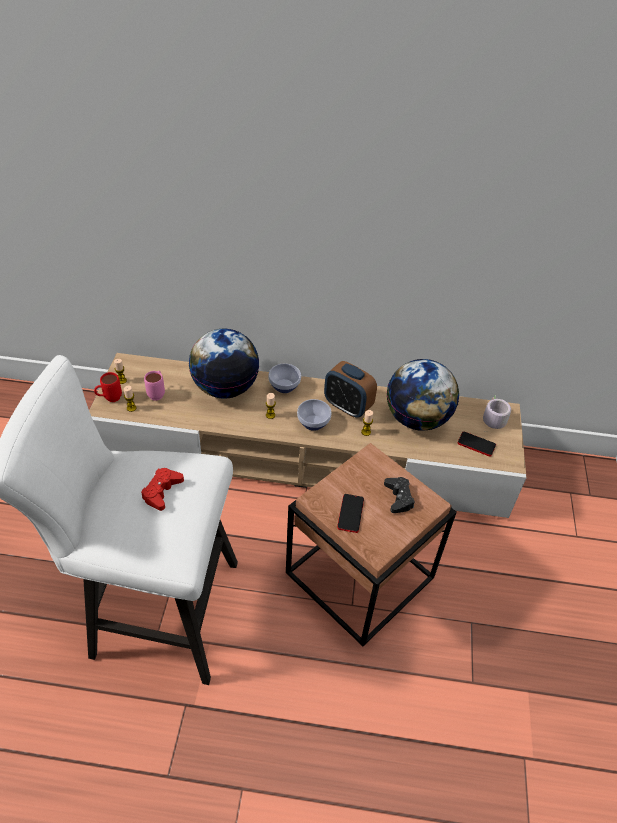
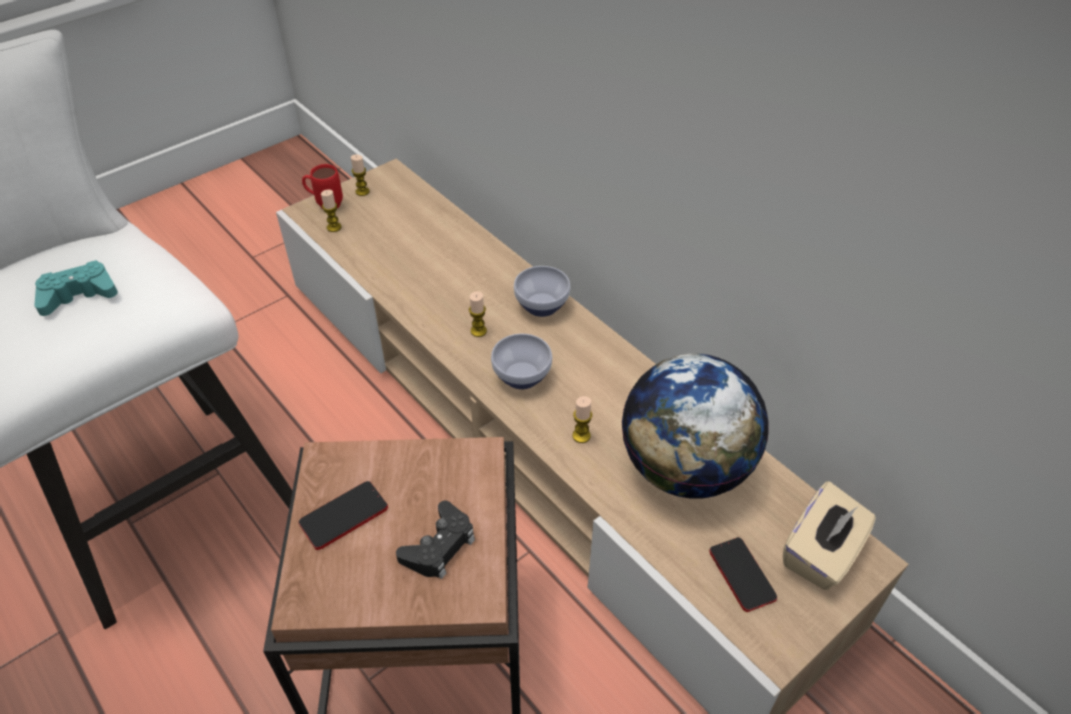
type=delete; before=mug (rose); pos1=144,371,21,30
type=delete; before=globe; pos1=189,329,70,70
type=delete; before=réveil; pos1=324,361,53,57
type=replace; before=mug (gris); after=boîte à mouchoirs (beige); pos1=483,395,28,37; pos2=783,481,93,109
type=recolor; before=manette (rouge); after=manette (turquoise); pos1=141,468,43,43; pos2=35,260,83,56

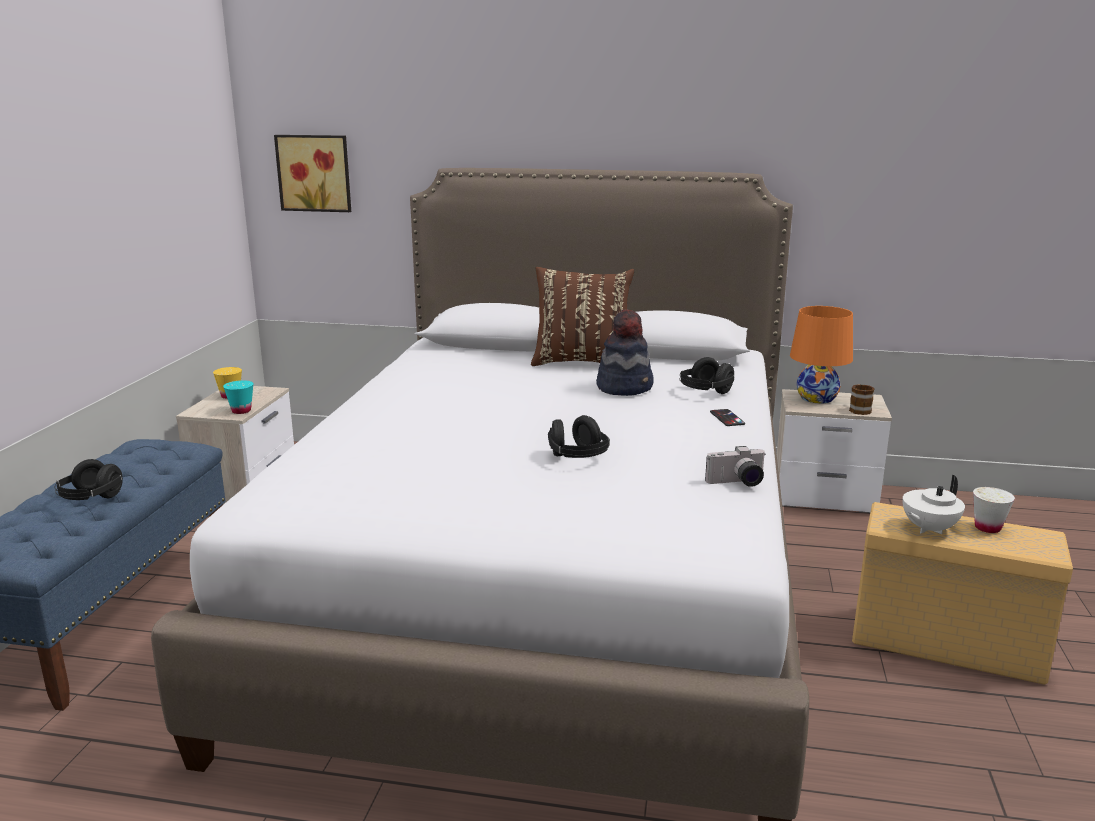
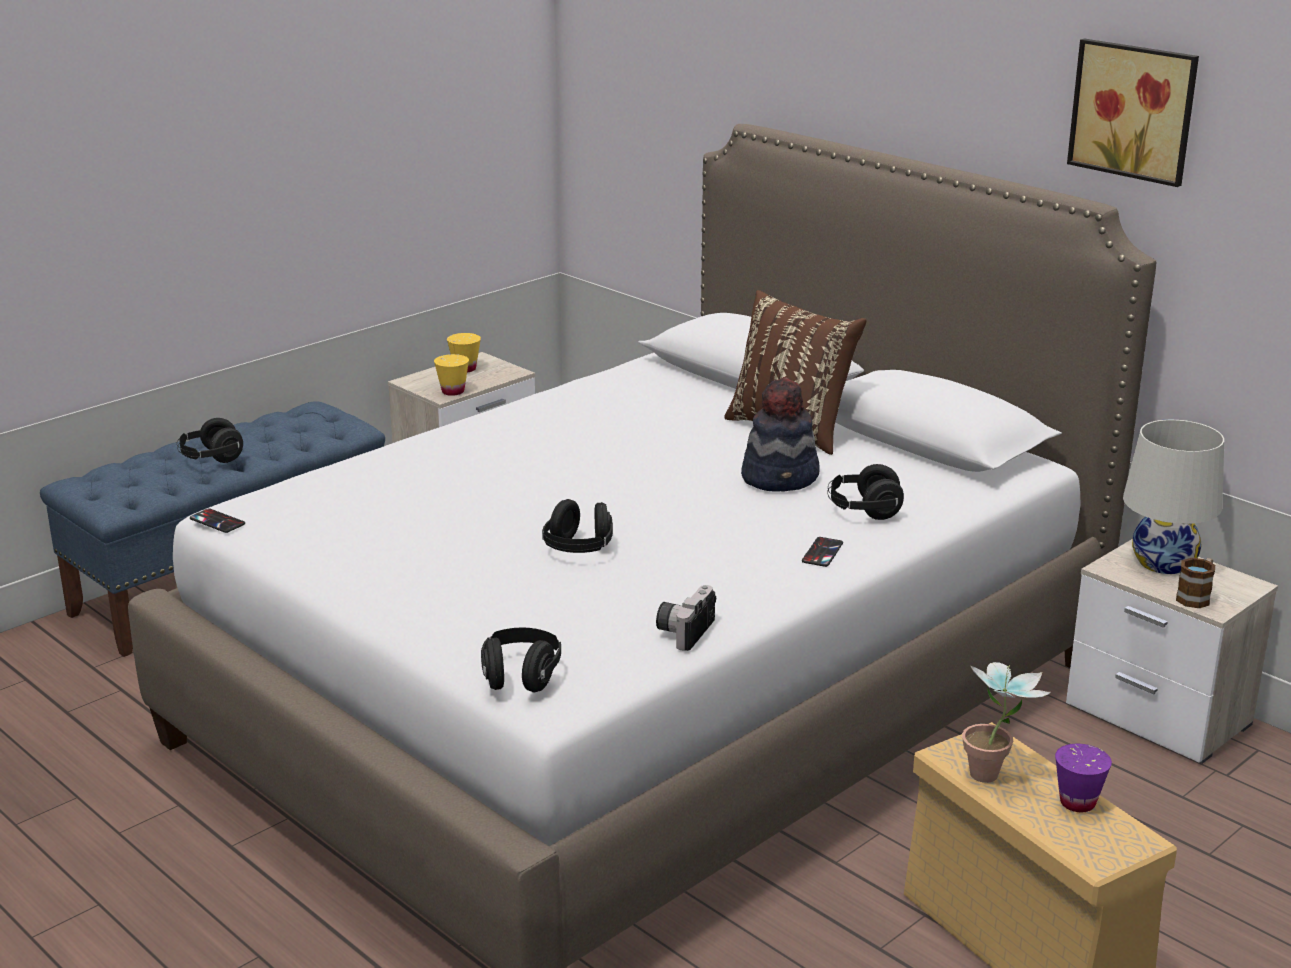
type=insert; after=téléphone; pos2=190,508,55,25
type=insert; after=casque audio (noir); pos2=481,628,80,65
type=move; before=tableau; pos1=274,135,77,77; pos2=1067,39,132,148
type=replace; before=théière (blanc); after=plante en pot; pos1=902,475,63,59; pos2=962,662,89,121
type=recolor; before=tasse (turquoise); after=tasse (jaune); pos1=223,380,31,34; pos2=434,354,35,42
type=recolor; before=lampe de table (orange); after=lampe de table (blanc); pos1=790,306,63,97; pos2=1123,420,101,154
type=recolor; before=tasse (blanc); after=tasse (violet); pos1=973,487,42,46; pos2=1055,744,57,68
type=rotate; before=appareil photo; pos1=705,446,61,41; pos2=656,585,60,66; turn=90

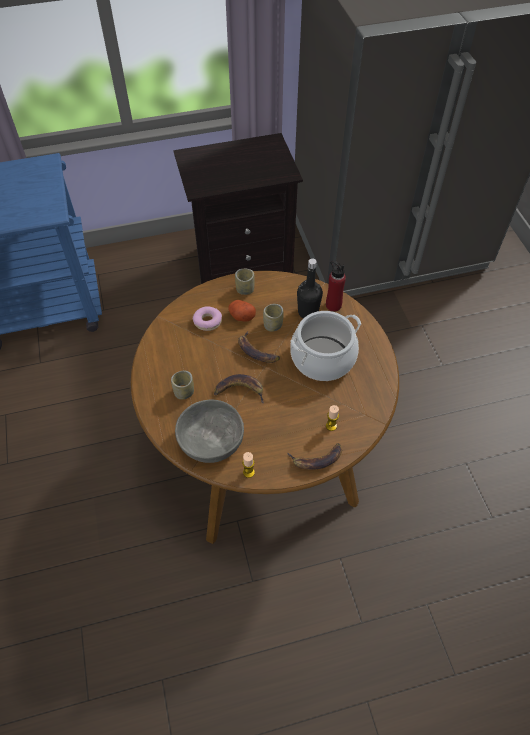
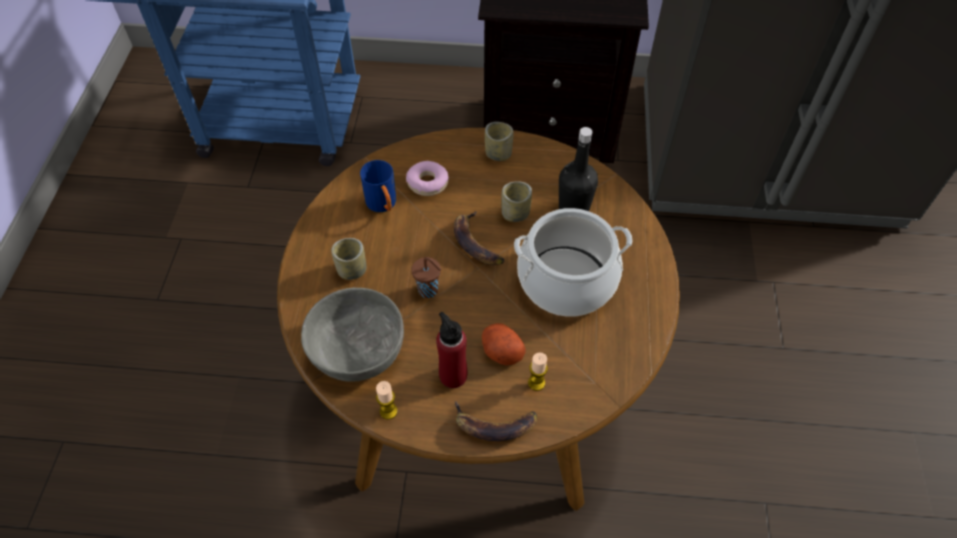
type=insert; after=mug (bleu); pos2=360,160,36,52
type=move; before=pomme de terre; pos1=228,300,28,22; pos2=482,323,44,43
type=move; before=bouteille (rouge); pos1=326,261,20,51; pos2=436,312,31,76
type=replace; before=banane; after=tasse (marron); pos1=214,374,50,30; pos2=411,257,30,41

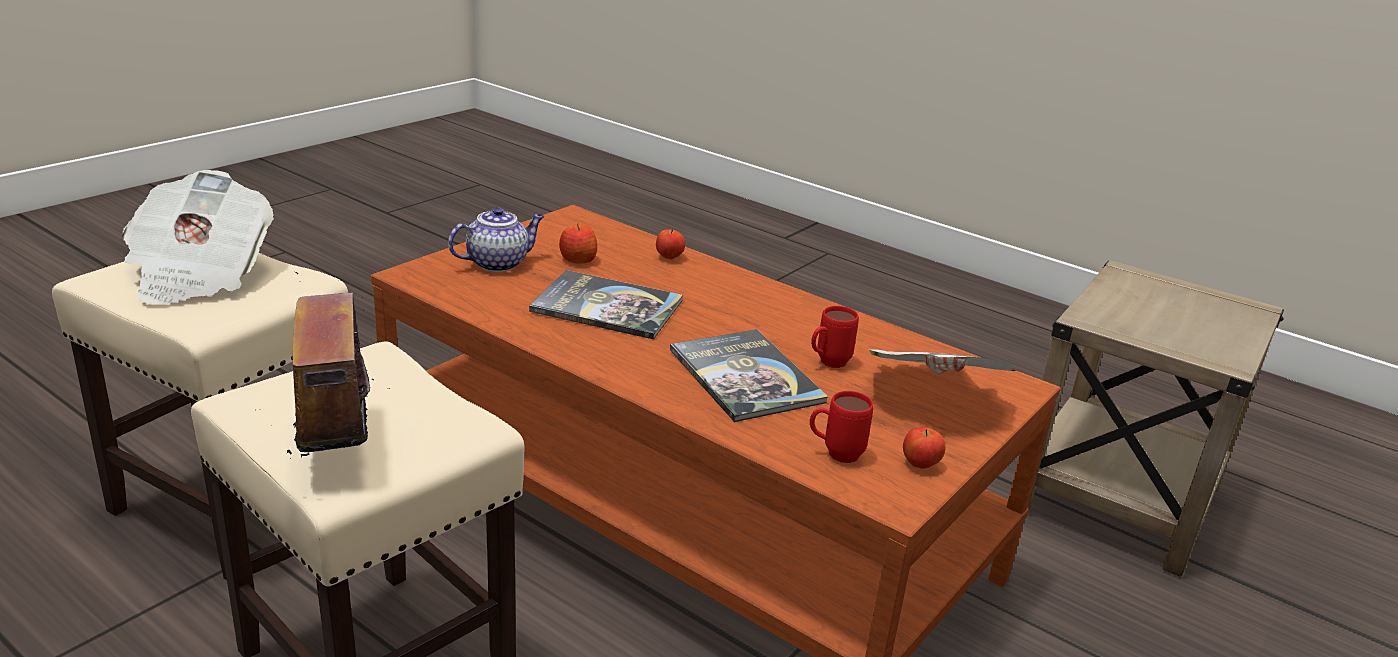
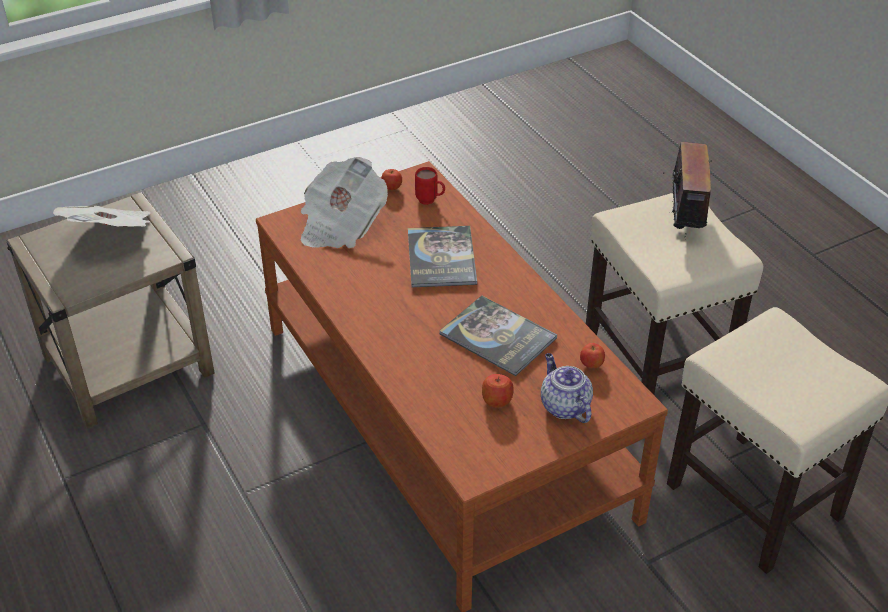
type=delete; before=mug (rouge); pos1=811,306,48,62
type=move; before=journal; pos1=122,170,152,135; pos2=53,206,98,21
type=move; before=pomme; pos1=656,229,29,30; pos2=580,343,25,25
type=rotate; before=théière; pos1=448,207,96,65; pos2=541,353,52,70; turn=75

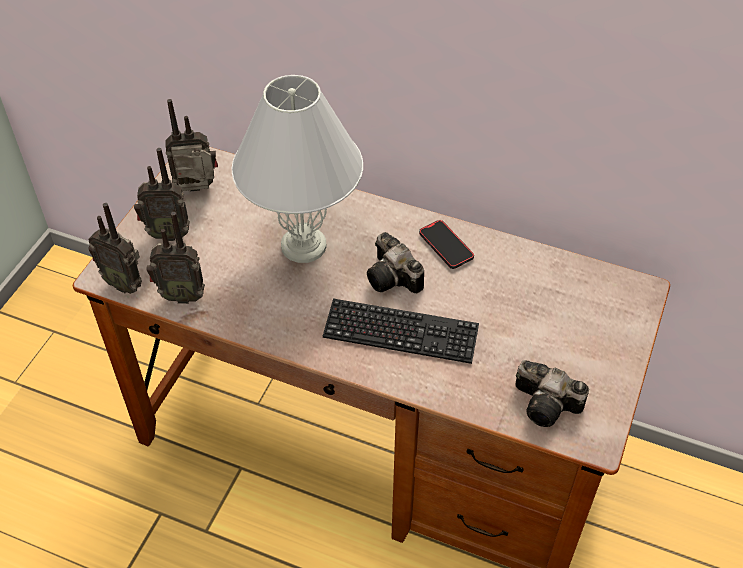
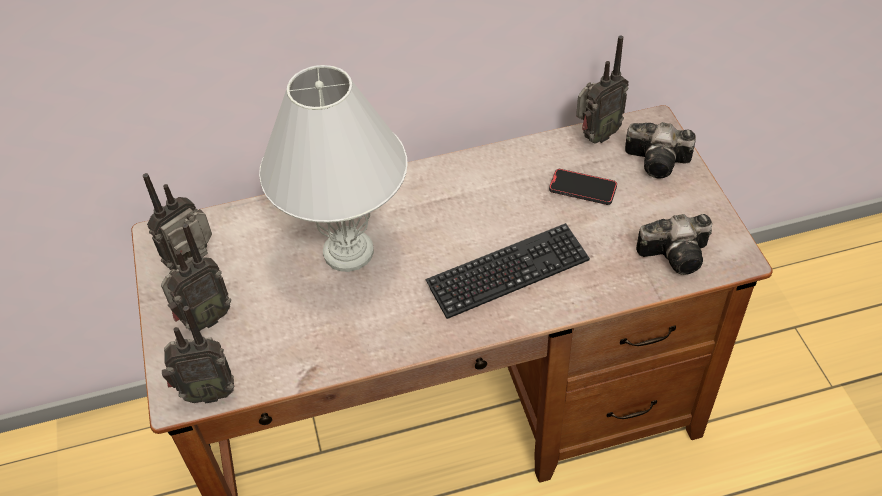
type=move; before=radio; pos1=147,212,58,92; pos2=576,36,53,108
type=move; before=appareil photo; pos1=367,232,57,62; pos2=625,122,71,57
type=move; before=téléphone; pos1=419,220,55,49; pos2=549,169,68,36

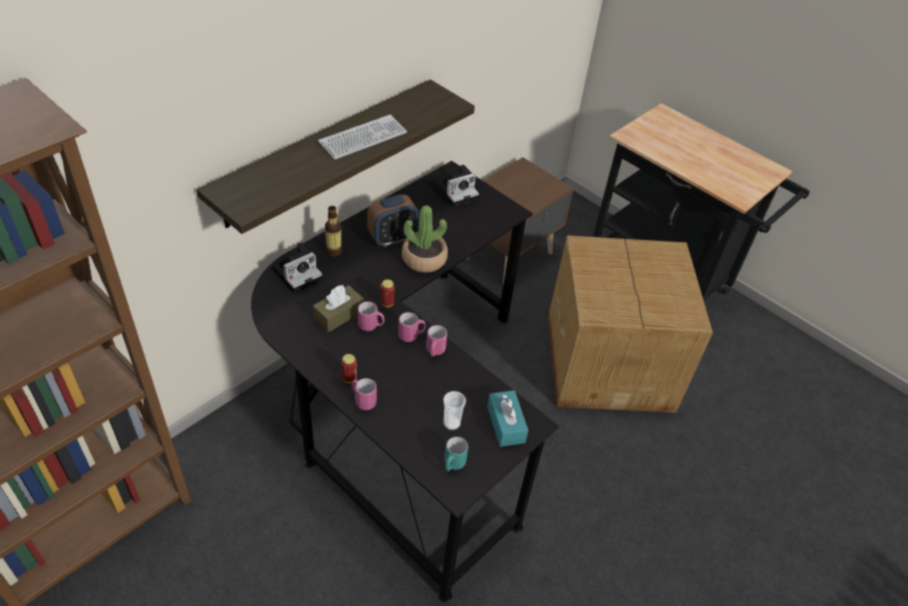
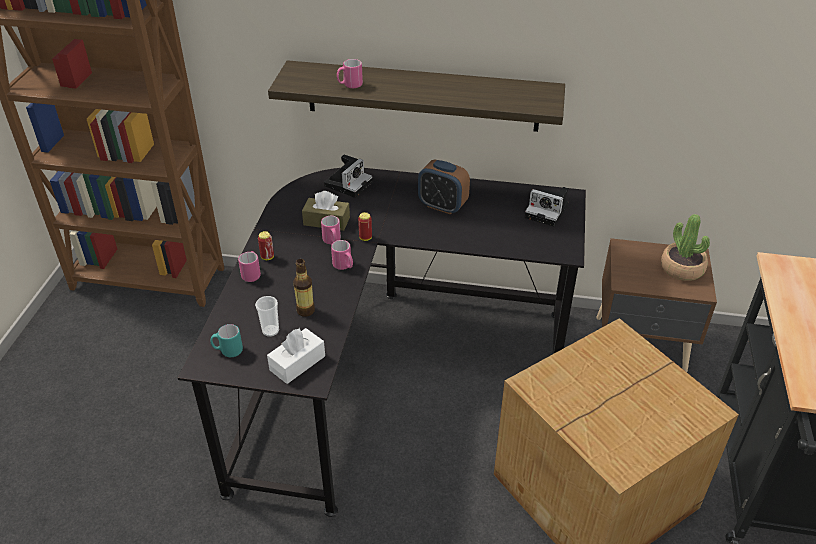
type=delete; before=clavier; pos1=318,115,89,44
type=move; before=bouteille; pos1=325,206,17,51; pos2=293,259,22,58
type=move; before=plante en pot; pos1=402,205,46,68; pos2=661,214,49,67
type=move; before=mug (rose); pos1=426,325,21,32; pos2=337,59,26,29
type=recolor; before=boîte à mouchoirs (turquoise); after=boîte à mouchoirs (blanc); pos1=487,390,41,57; pos2=267,328,58,56
type=rotate; before=appareil photo; pos1=272,242,51,51; pos2=324,155,48,43; turn=-75

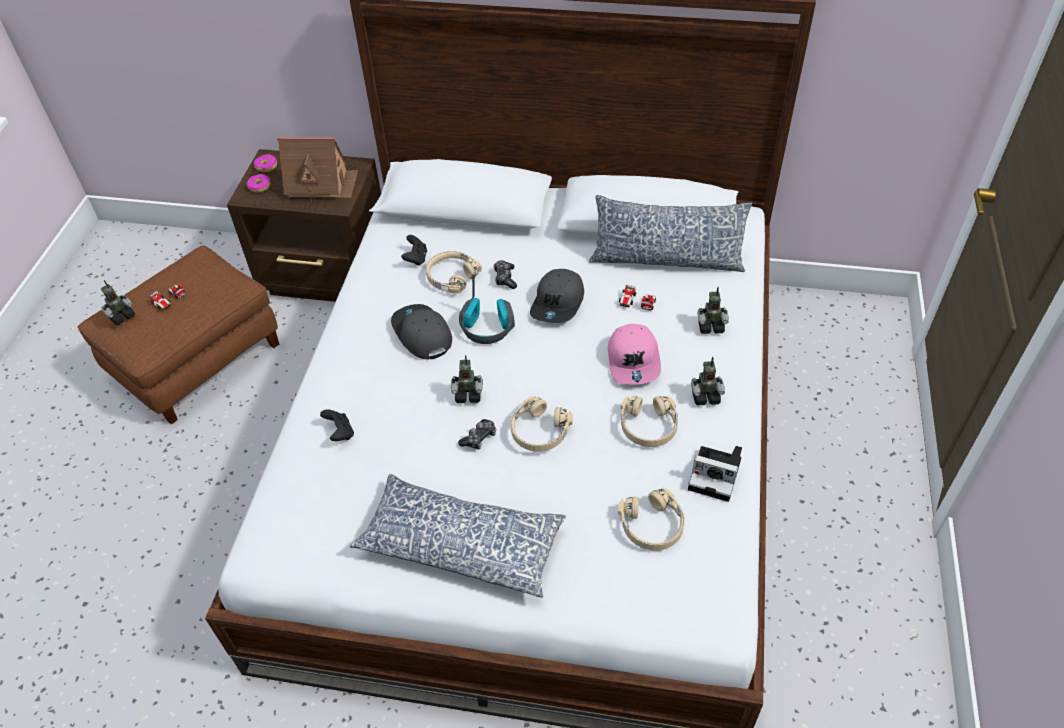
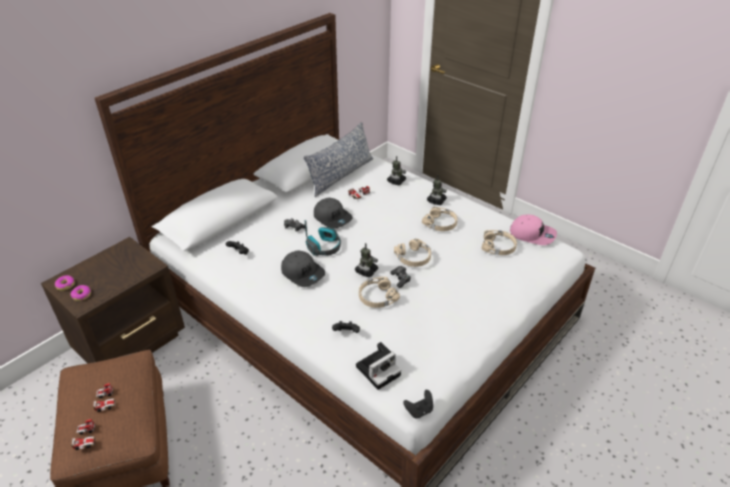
type=delete; before=maison miniature; pos1=277,137,81,64
type=delete; before=coussin; pos1=350,474,216,123
type=insert; after=manette (noir); pos2=403,390,30,28
type=move; before=casque audio (beige); pos1=426,251,56,42; pos2=359,277,41,31
type=move; before=casquette (rose); pos1=608,324,53,61; pos2=510,215,47,30
type=move; before=appareil photo; pos1=688,446,54,56; pos2=356,342,45,48
type=replace; before=robot jouet; after=petite voiture; pos1=101,280,34,45; pos2=71,419,25,31
type=rotate; before=casquette (gris); pos1=391,304,61,55; pos2=281,250,44,37; turn=-135

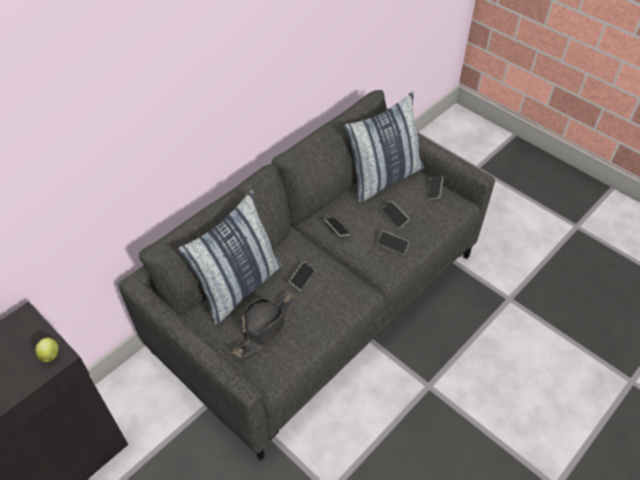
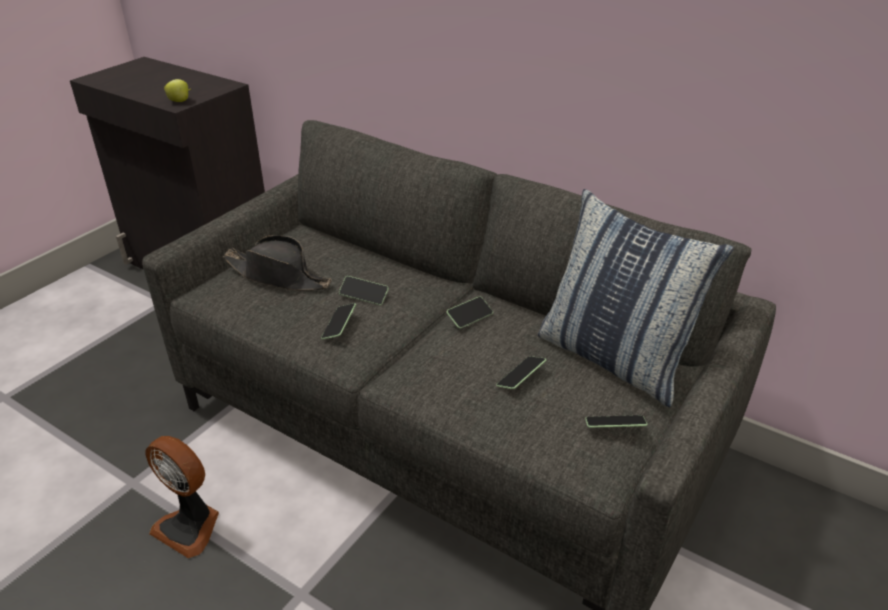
type=delete; before=coussin; pos1=177,190,106,135
type=insert; after=ventilateur; pos2=145,436,74,122
type=move; before=téléphone; pos1=377,231,32,23; pos2=321,303,35,36

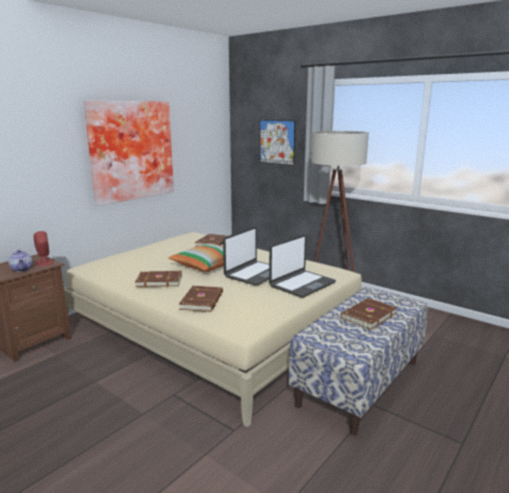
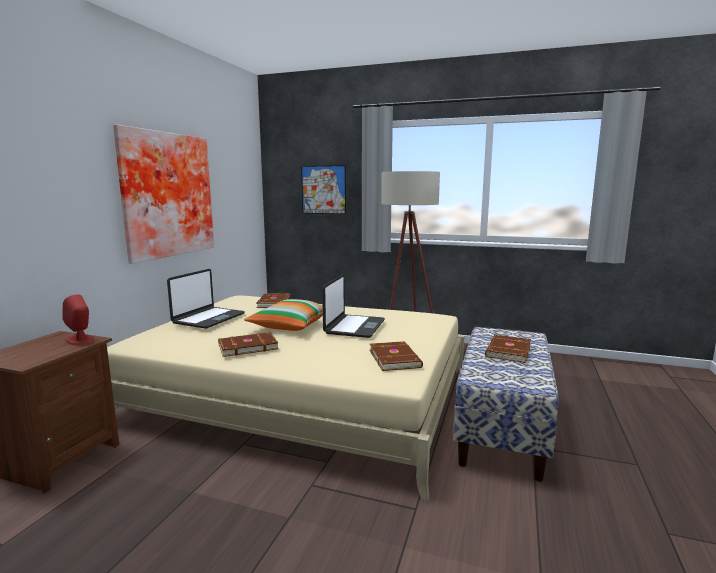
type=delete; before=théière; pos1=9,250,24,22
type=move; before=livre (marron); pos1=179,286,44,26; pos2=370,341,53,30
type=move; before=ordinateur portable; pos1=269,234,67,64; pos2=167,269,78,60

